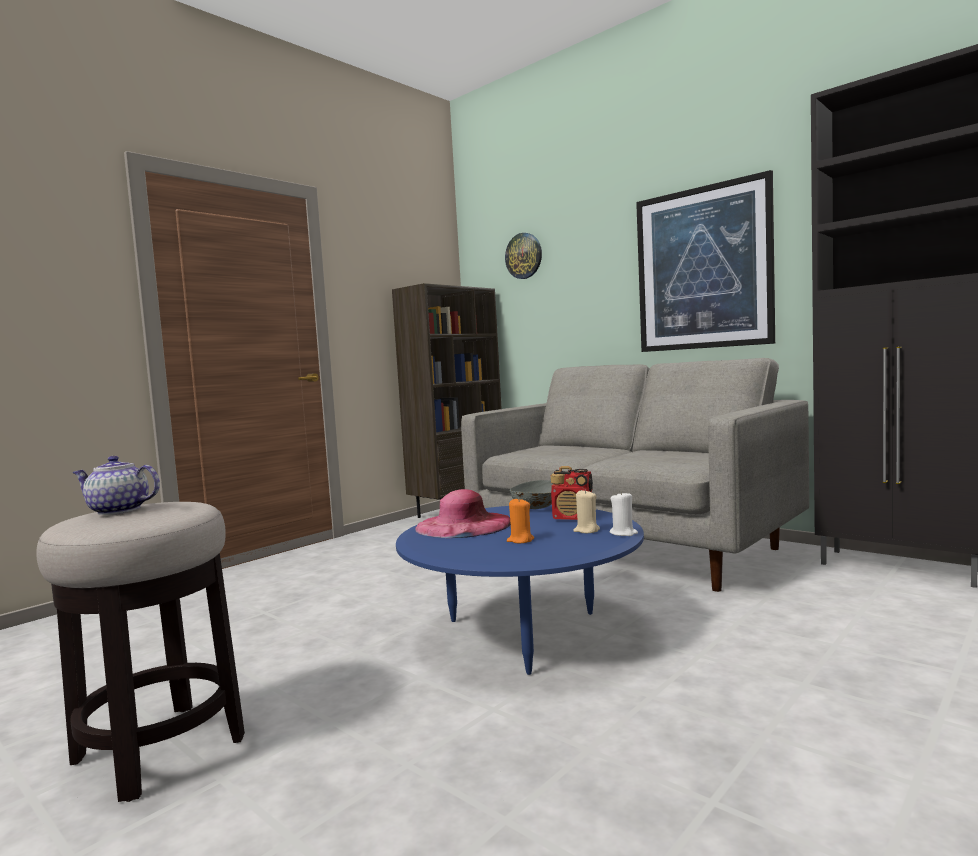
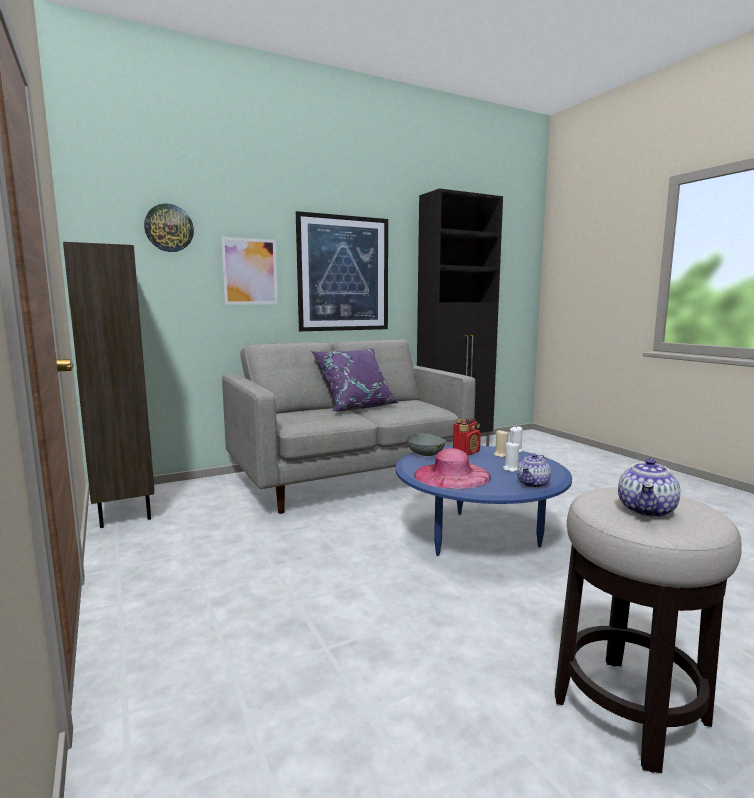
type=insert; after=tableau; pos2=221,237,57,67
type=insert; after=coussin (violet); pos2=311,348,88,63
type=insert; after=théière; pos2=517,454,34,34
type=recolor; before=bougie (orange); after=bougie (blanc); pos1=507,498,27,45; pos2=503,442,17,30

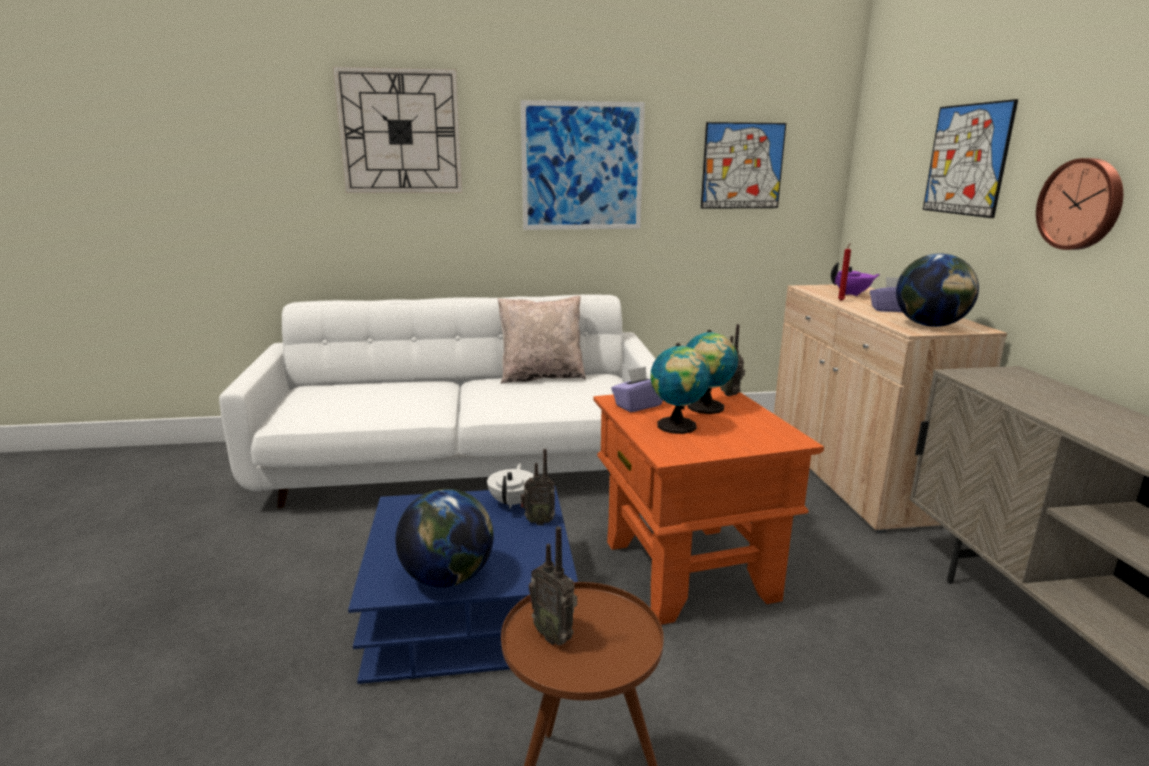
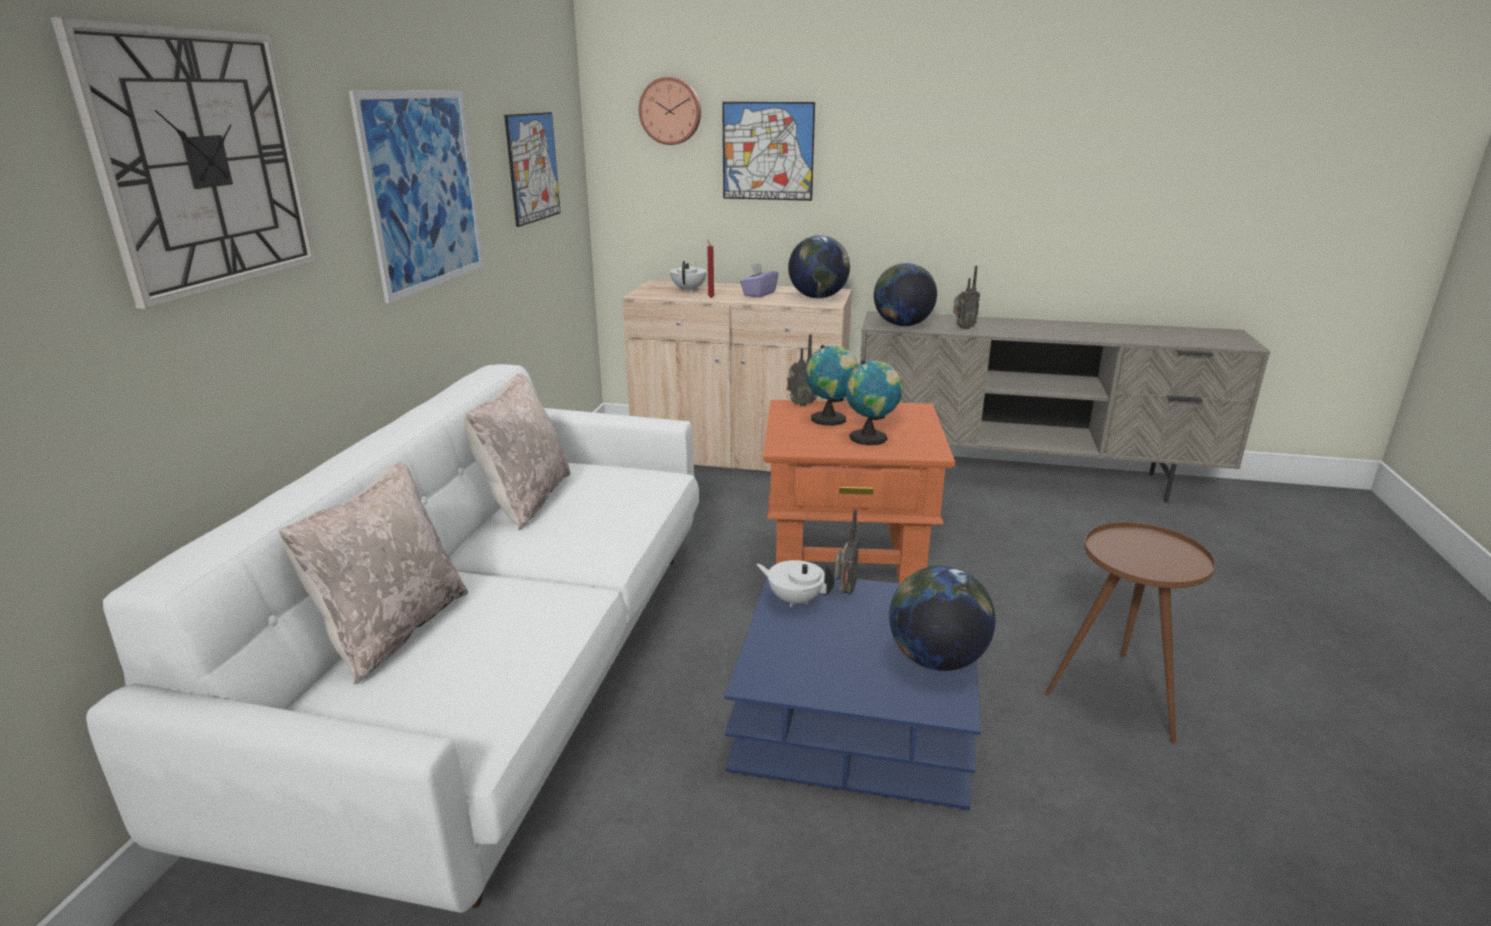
type=delete; before=boîte à mouchoirs (violet); pos1=611,366,52,46
type=insert; after=coussin (beige); pos2=278,462,190,222
type=insert; after=globe; pos2=874,263,63,63
type=move; before=radio; pos1=529,526,48,120; pos2=953,266,27,63
type=move; before=horloge murale; pos1=1036,158,87,92; pos2=639,77,62,68
type=recolor; before=théière (violet); after=théière (blanc); pos1=831,262,49,34; pos2=670,261,37,31

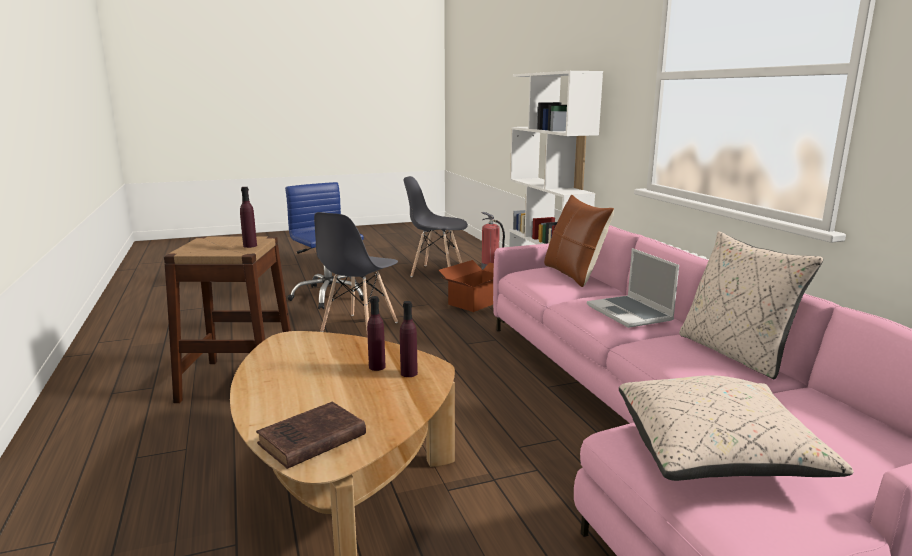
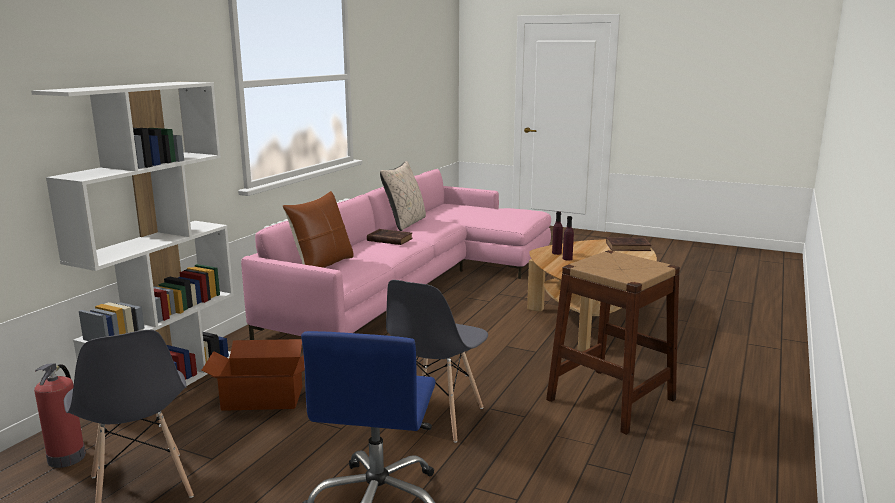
type=delete; before=bouteille (violet); pos1=240,187,17,61
type=delete; before=coussin (beige); pos1=619,375,234,106
type=replace; before=ordinateur portable; after=livre (marron); pos1=587,248,92,80; pos2=367,229,46,16
type=rotate; before=chaise (gris); pos1=314,212,84,126; pos2=386,280,102,163; turn=135

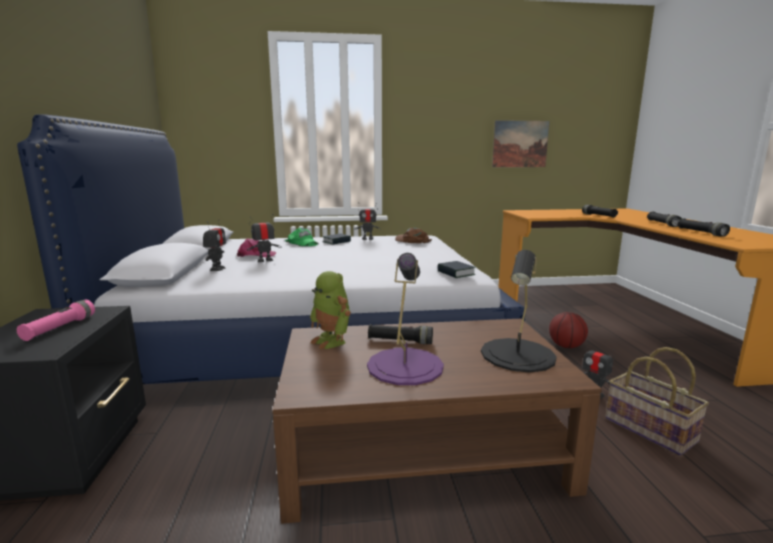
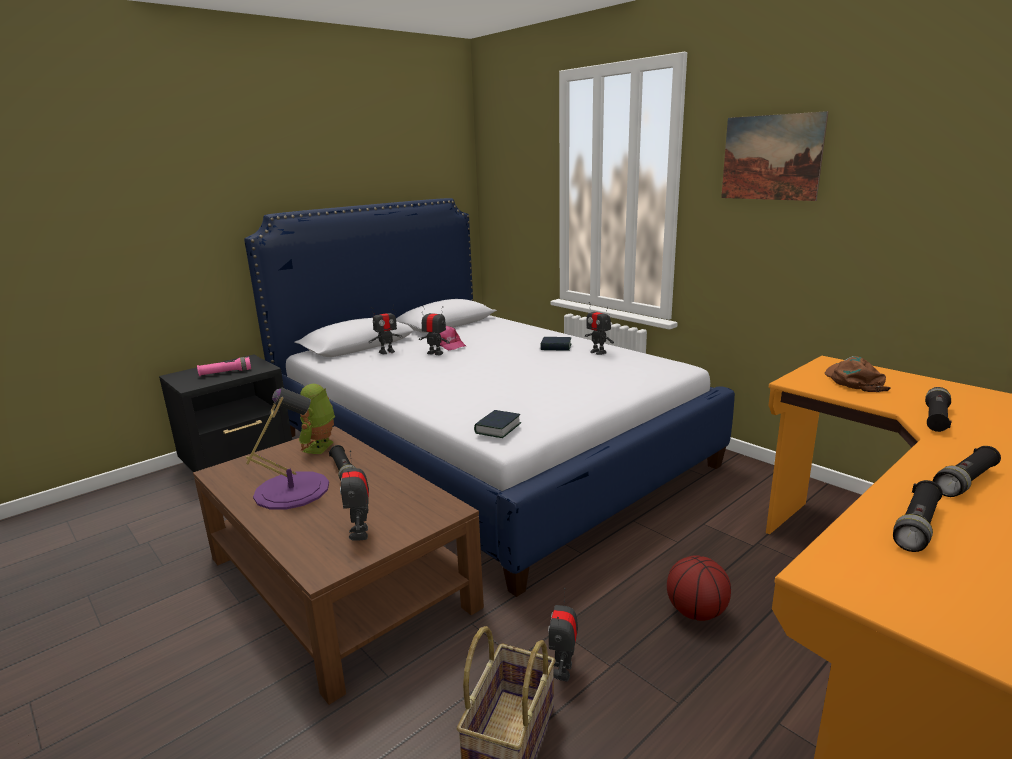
type=delete; before=casquette (vert); pos1=285,228,34,18
type=move; before=casquette (marron); pos1=395,228,37,15; pos2=825,356,66,36
type=move; before=tableau; pos1=492,120,58,47; pos2=721,111,108,90
type=replace; before=lampe de table (noir); after=robot jouet; pos1=481,250,76,123; pos2=340,450,29,91

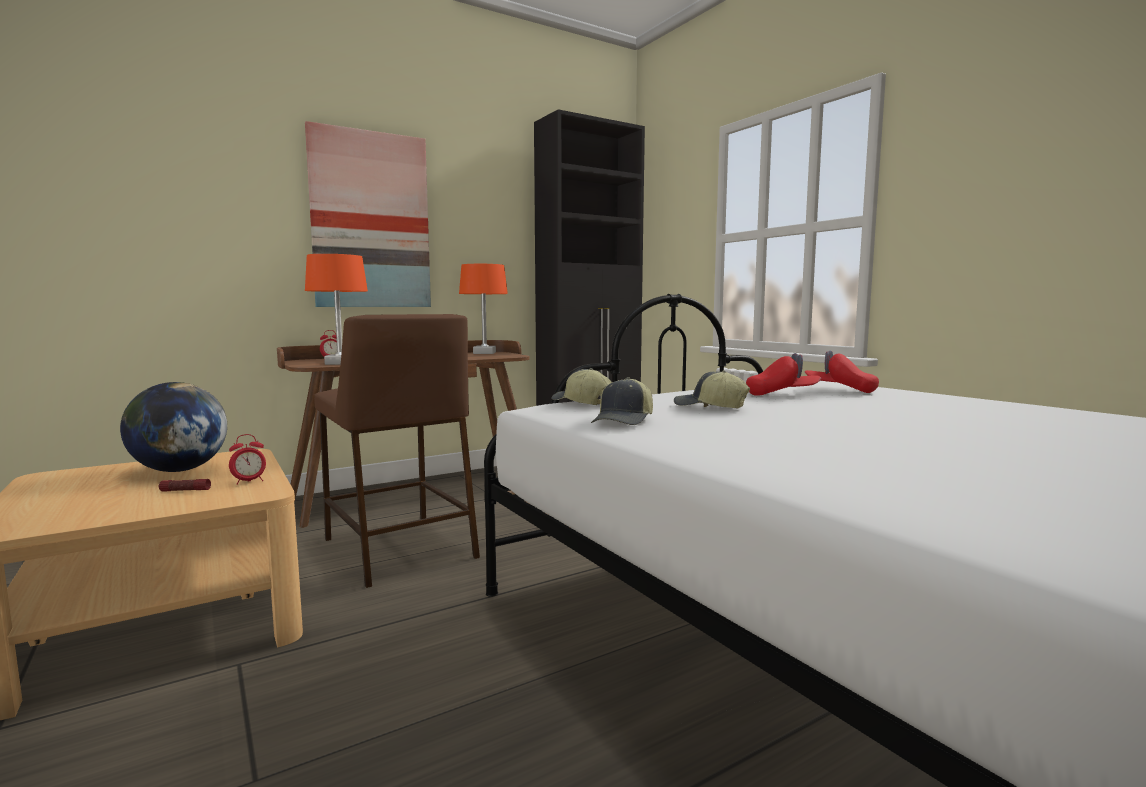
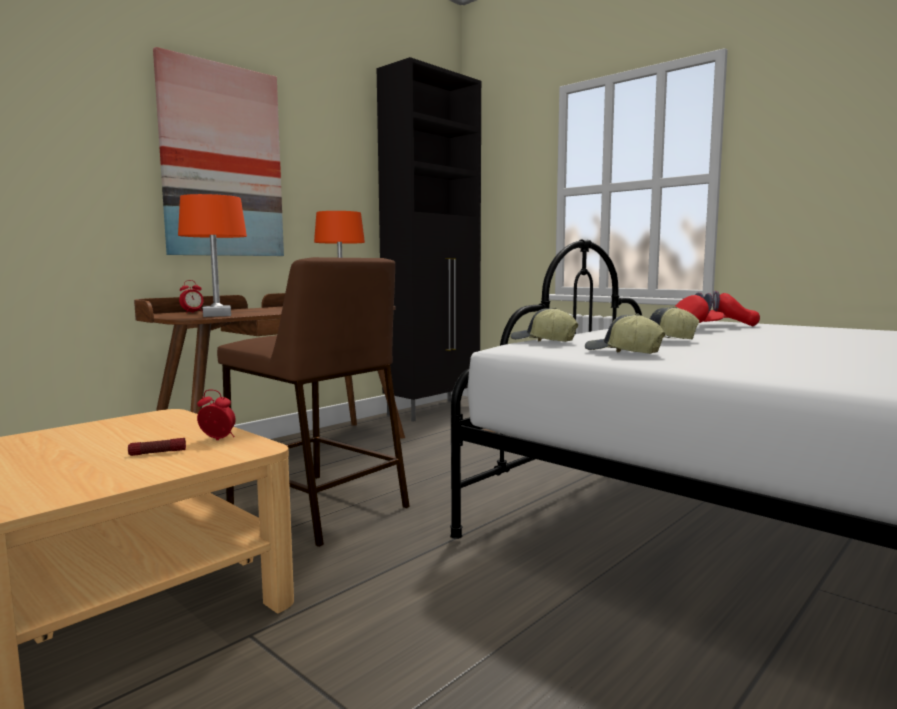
type=delete; before=globe; pos1=120,382,107,90
type=rotate; before=réveil; pos1=229,434,37,51; pos2=197,390,39,50; turn=-120
type=rotate; before=casquette; pos1=591,377,62,48; pos2=585,314,80,40; turn=120

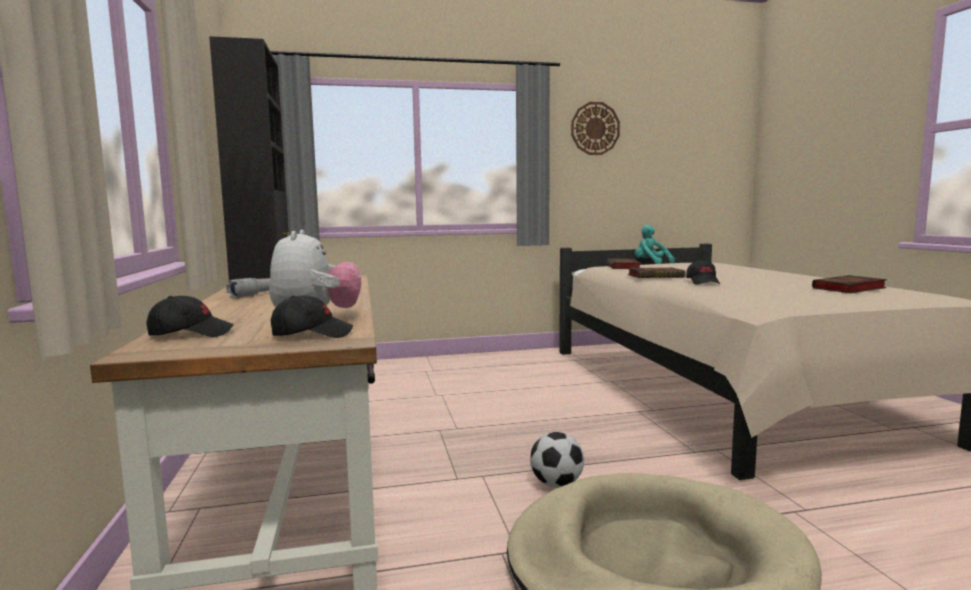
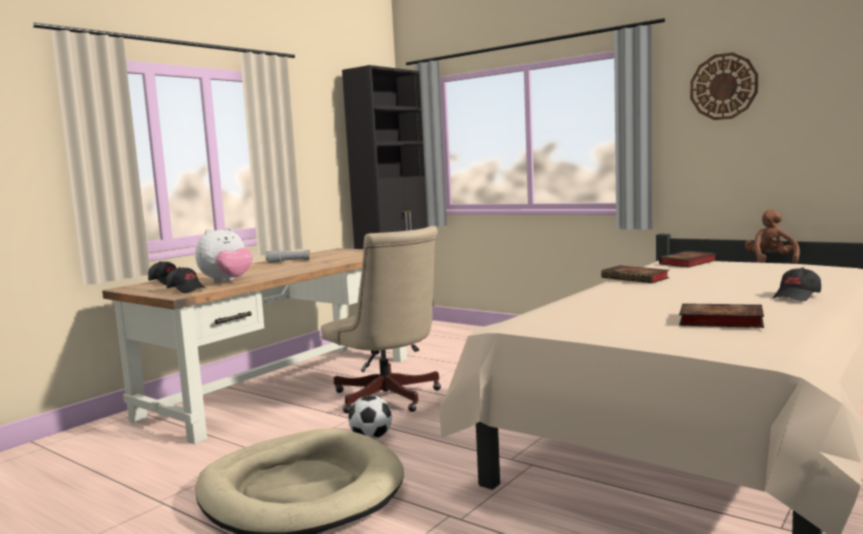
type=insert; after=chaise de bureau (beige); pos2=321,226,120,187
type=move; before=casquette (noir); pos1=686,260,34,25; pos2=773,267,48,34
type=recolor; before=peluche (turquoise); after=peluche (marron); pos1=635,225,40,39; pos2=745,209,55,55

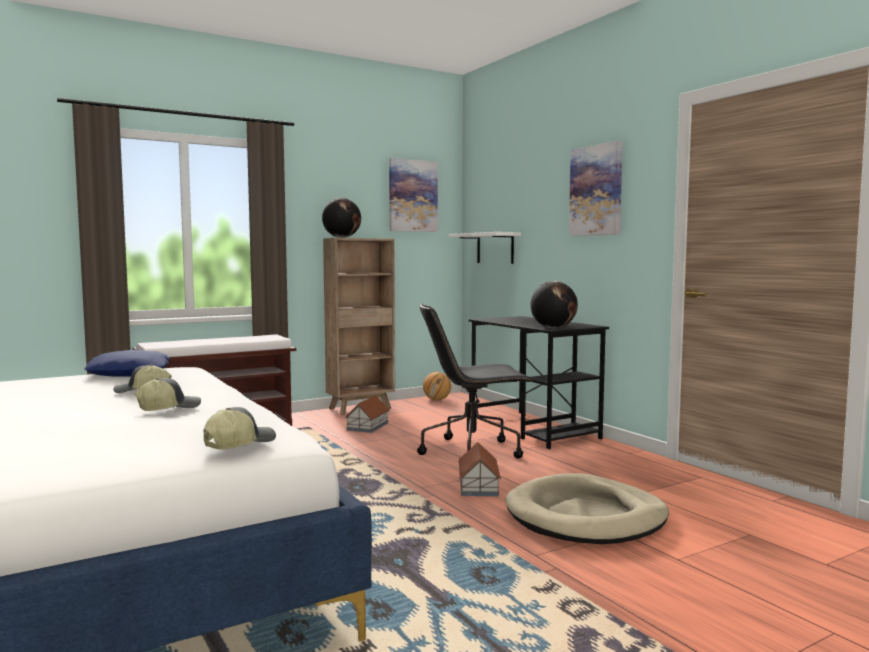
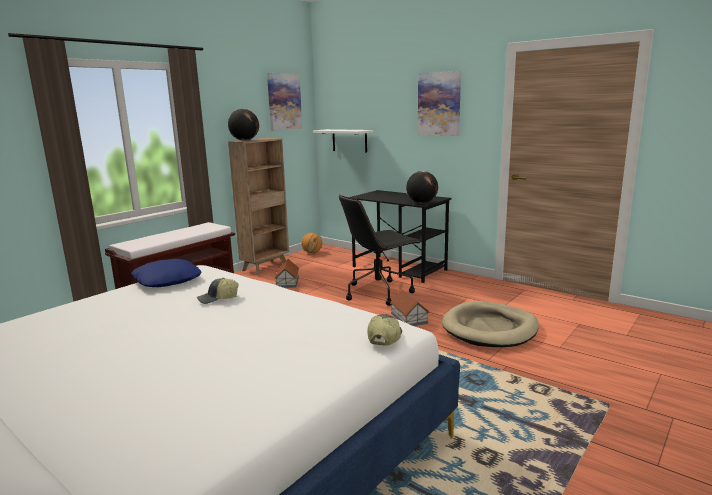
type=delete; before=casquette; pos1=135,378,66,33

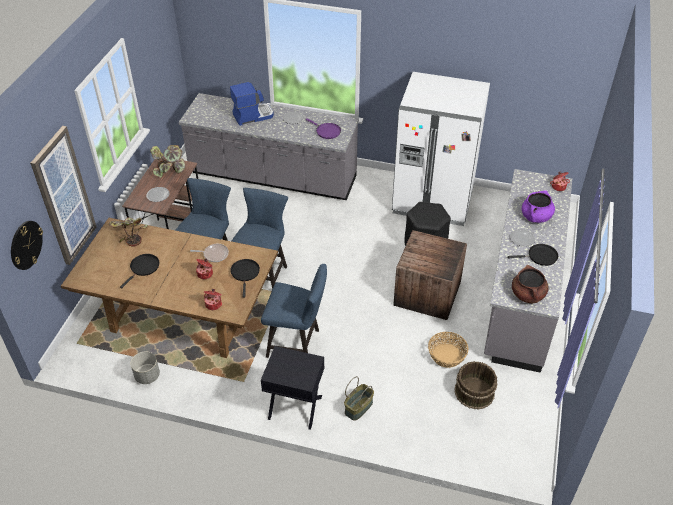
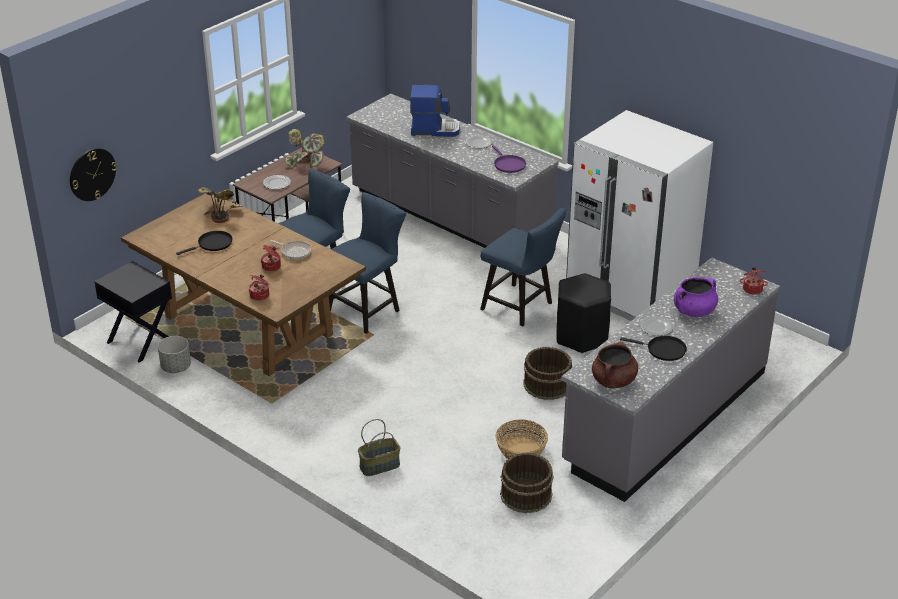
type=delete; before=tableau; pos1=30,126,66,139
type=delete; before=poêle (noir); pos1=230,259,30,39
type=move; before=chaise (bleu); pos1=261,264,66,94; pos2=480,208,87,118
type=move; before=table de chevet (noir); pos1=261,346,64,84; pos2=94,261,78,102
type=replace; before=caisse; after=seau (marron); pos1=393,230,74,90; pos2=523,347,49,53

